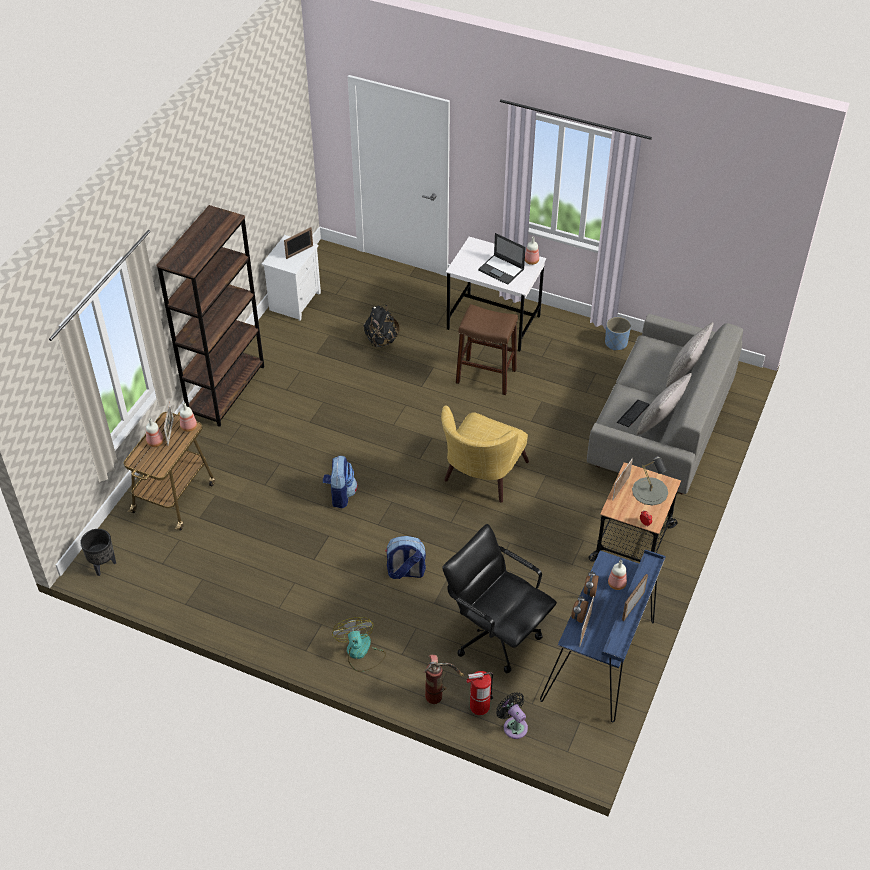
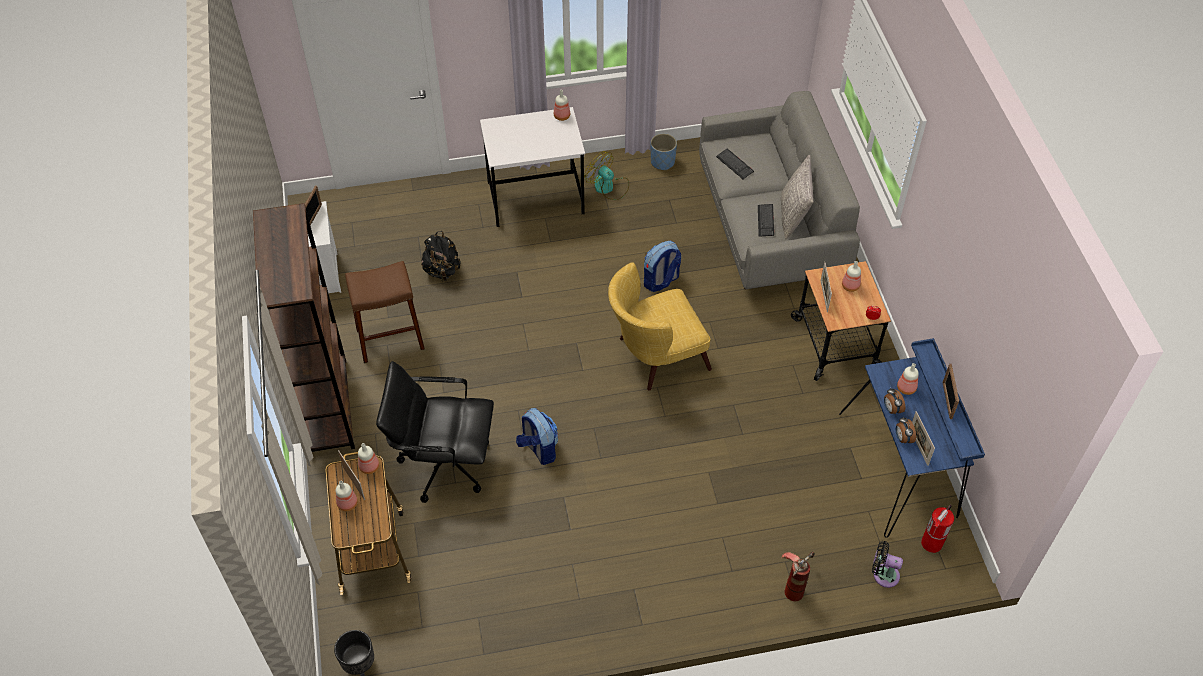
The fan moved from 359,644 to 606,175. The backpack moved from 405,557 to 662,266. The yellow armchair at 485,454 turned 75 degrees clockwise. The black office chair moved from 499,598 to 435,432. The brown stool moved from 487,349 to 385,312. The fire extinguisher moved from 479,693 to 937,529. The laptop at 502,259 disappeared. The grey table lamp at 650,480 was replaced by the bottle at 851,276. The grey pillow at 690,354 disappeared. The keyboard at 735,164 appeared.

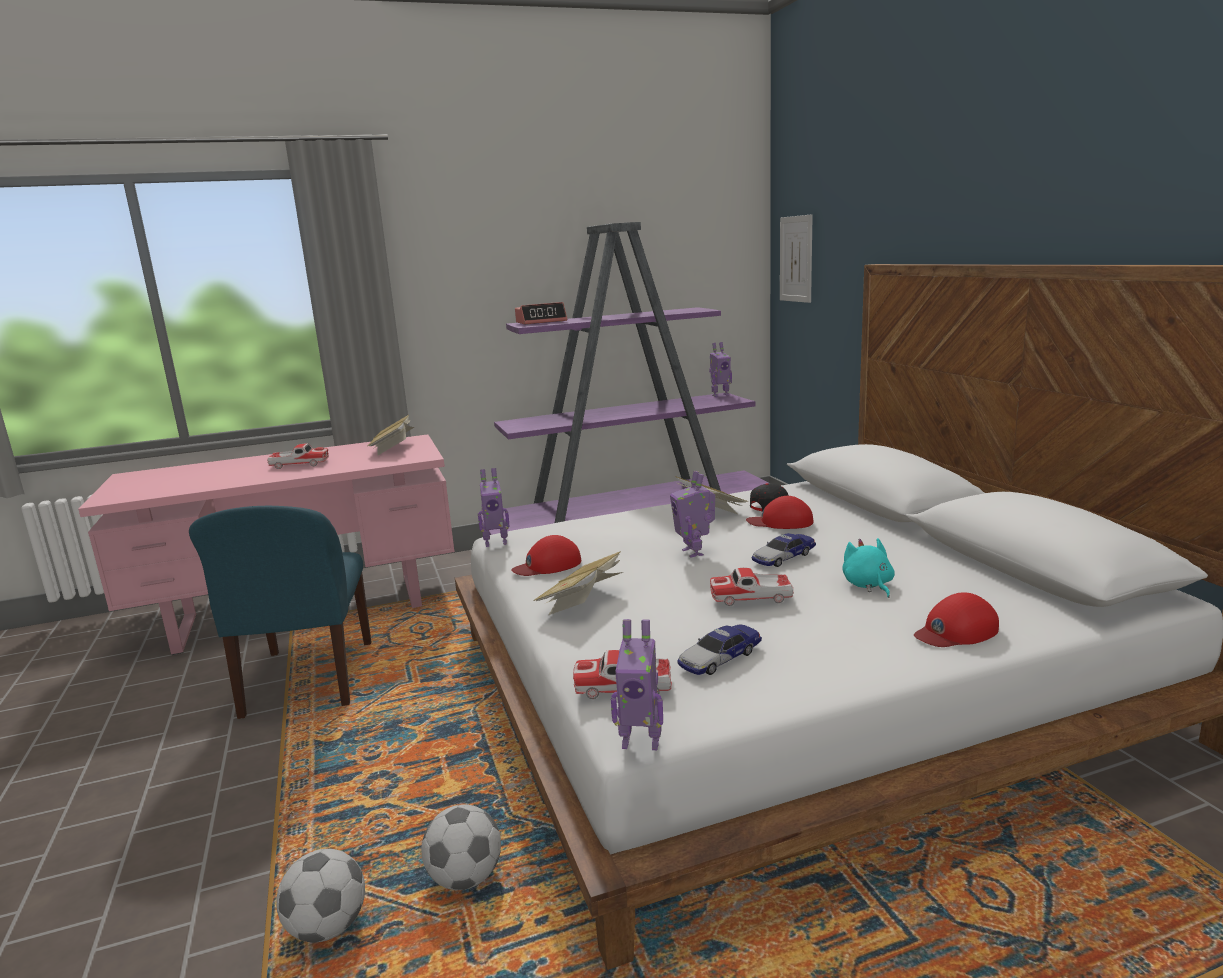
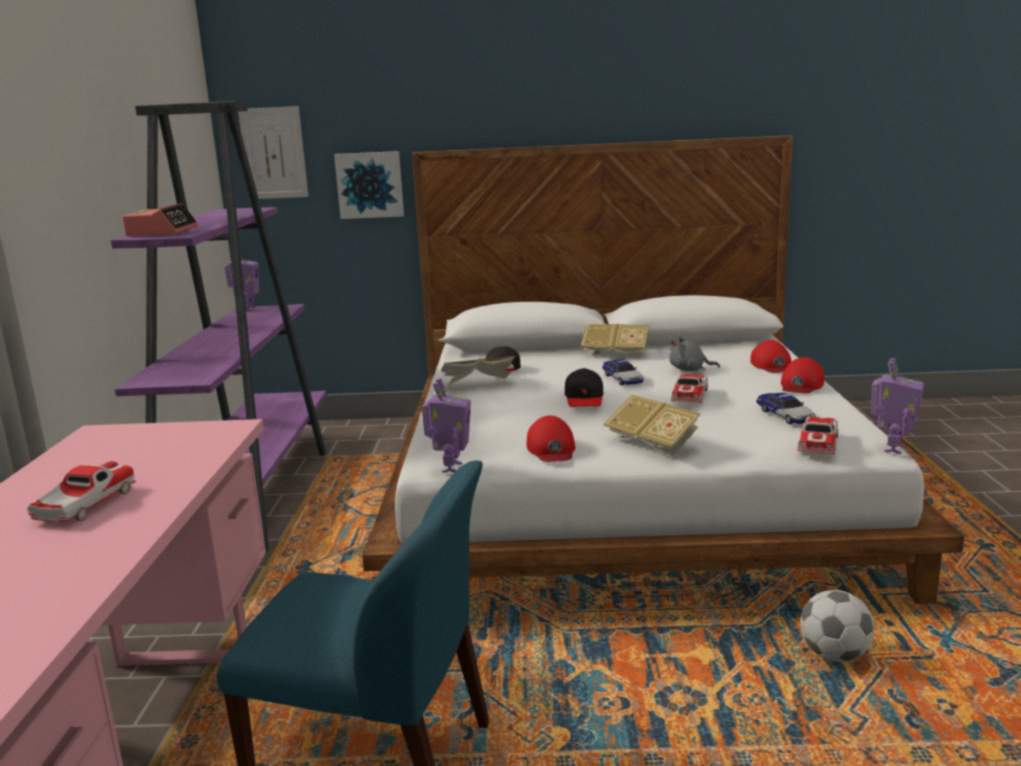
The football at 320,896 disappeared. The book moved from 391,435 to 614,341. The toy robot at 692,514 was replaced by the black cap at 584,387. The red cap moved from 779,512 to 802,375. The turquoise plush toy at 868,568 became the grey plush toy at 694,353. The picture at 369,185 appeared.

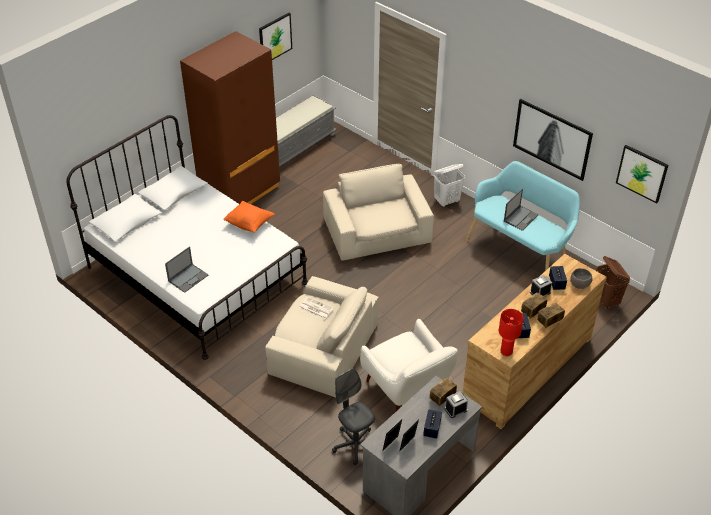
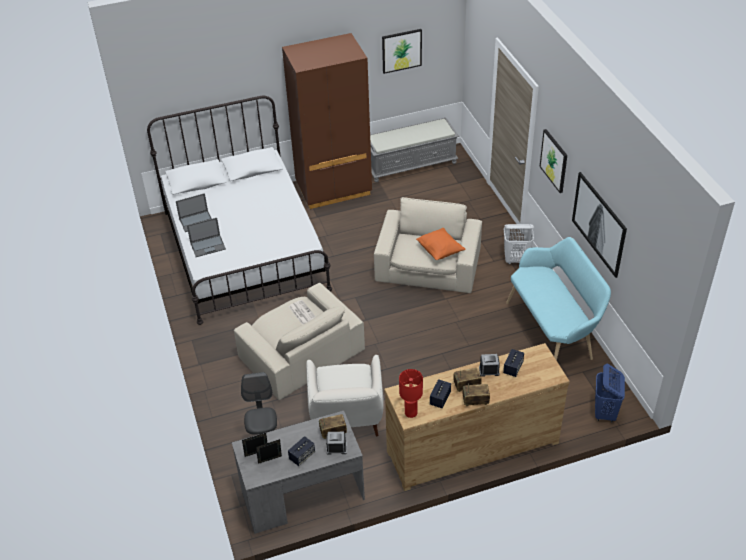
The orange pillow moved from 249,216 to 441,244. The laptop moved from 521,210 to 194,212. The grey bowl at 581,278 disappeared. The brown laundry basket at 613,282 became the blue laundry basket at 610,393. The picture moved from 642,174 to 553,161.

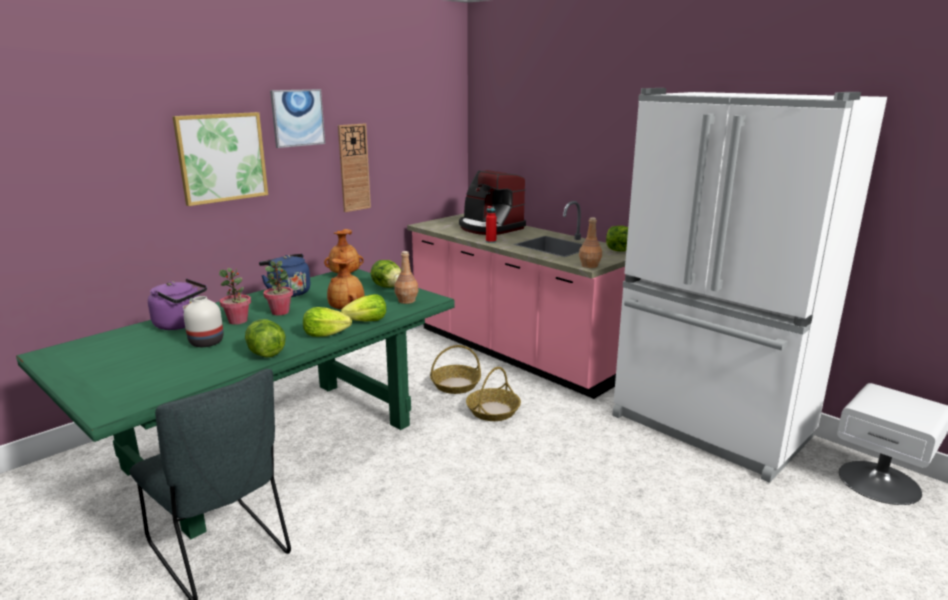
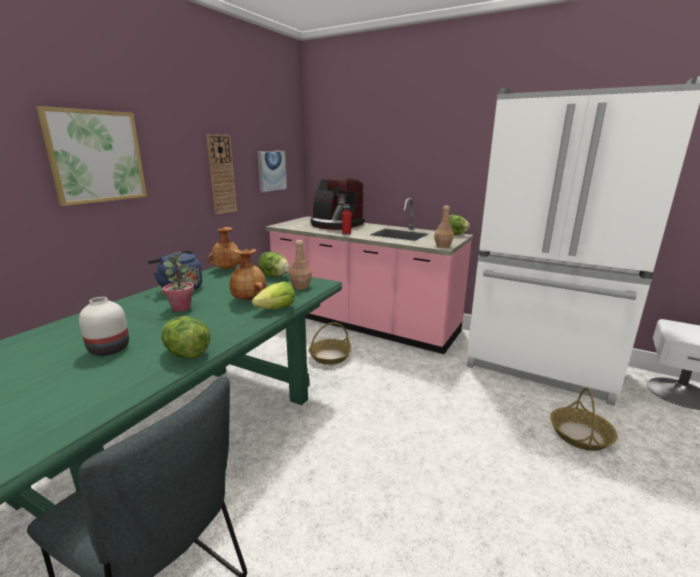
The purple kettle at 177,304 disappeared. The potted plant at 235,296 disappeared. The picture moved from 297,118 to 272,171. The lettuce at 327,322 disappeared. The basket moved from 493,394 to 584,419.

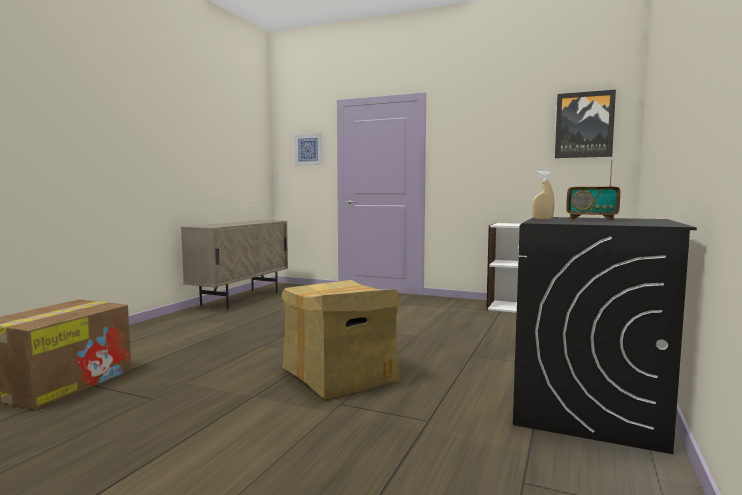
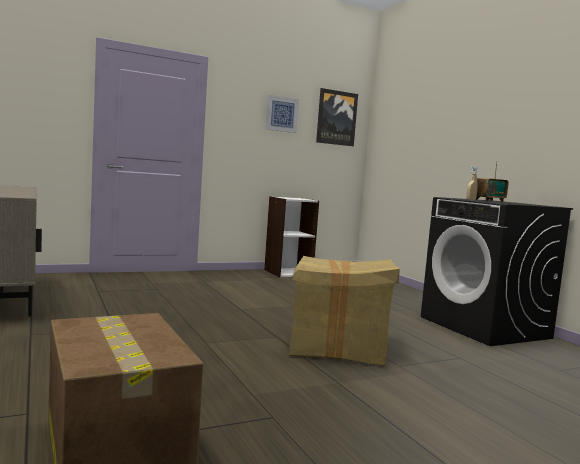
The picture moved from 308,149 to 282,114.

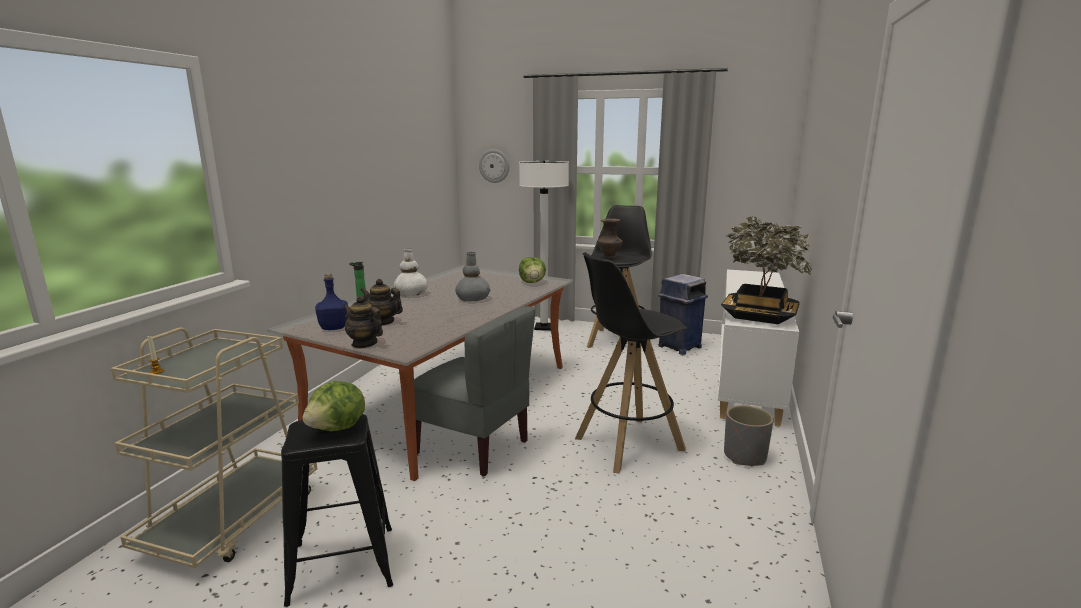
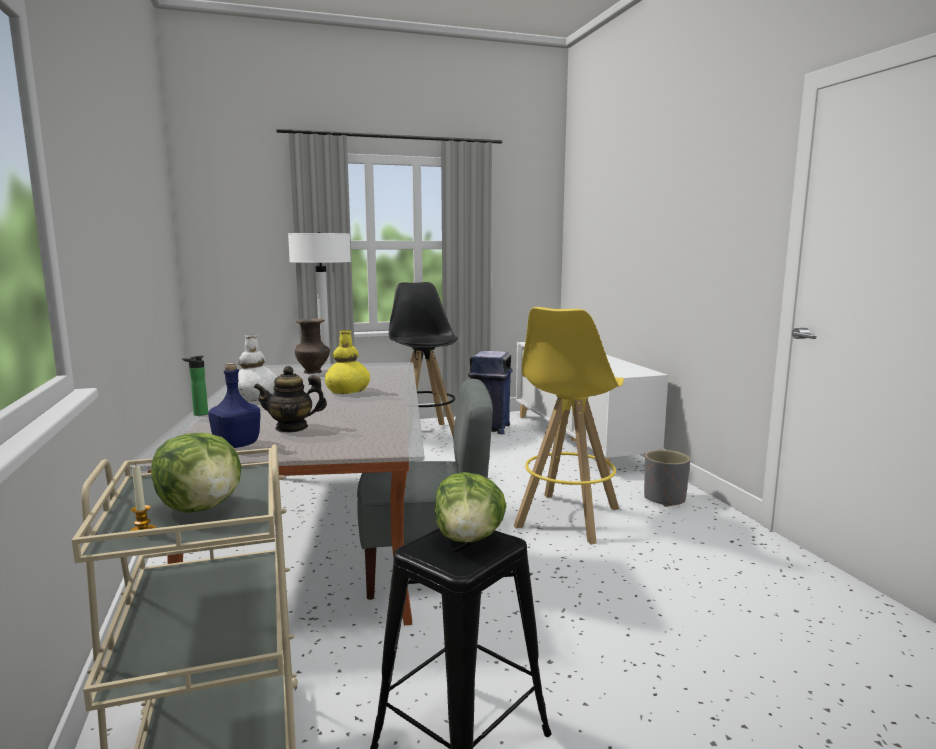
The teapot at 363,322 disappeared. The grey vase at 472,276 became the yellow vase at 347,362. The wall clock at 494,166 disappeared. The lettuce moved from 532,270 to 196,473. The black stool at 631,362 became the yellow stool at 569,426. The brown vase moved from 610,238 to 312,346. The potted plant at 766,270 disappeared.

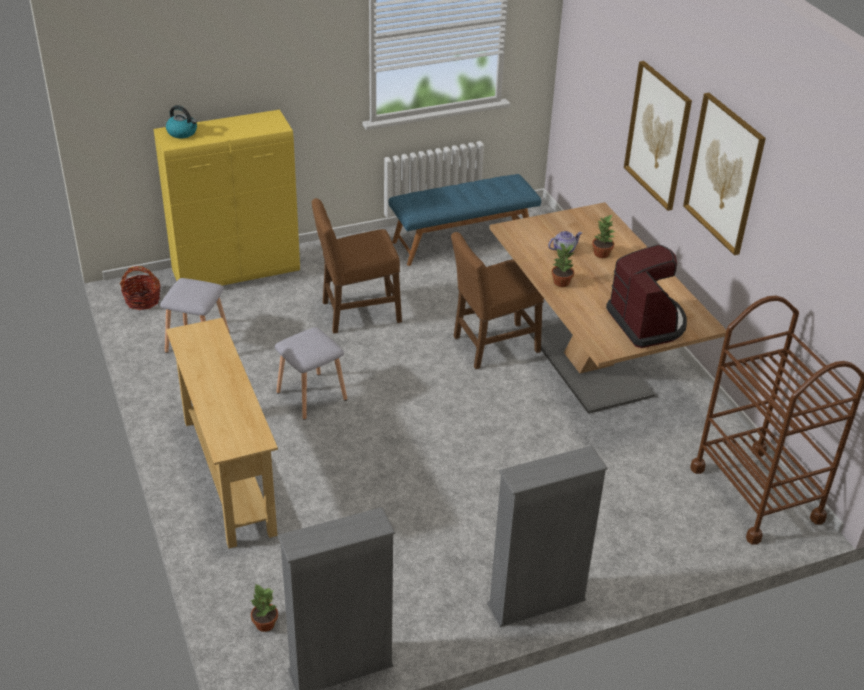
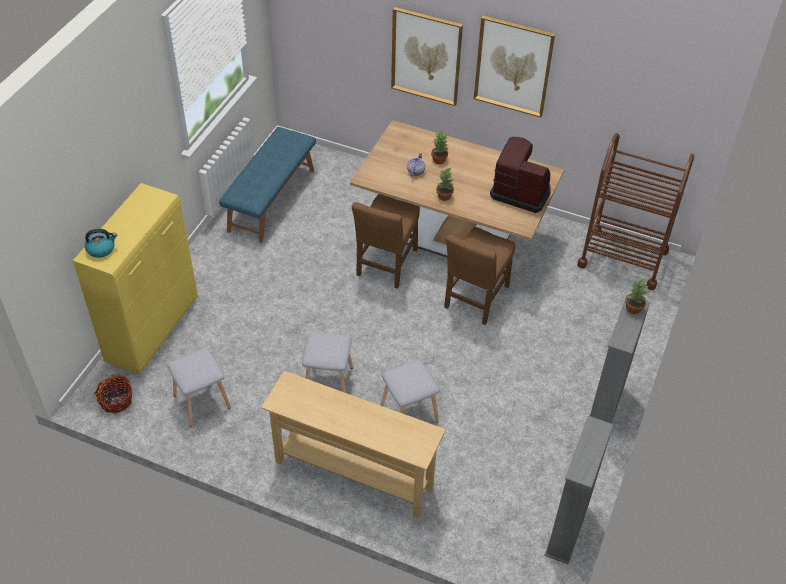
The potted plant moved from 264,608 to 636,296. The brown chair moved from 357,266 to 480,276. The grey stool at 410,391 appeared.

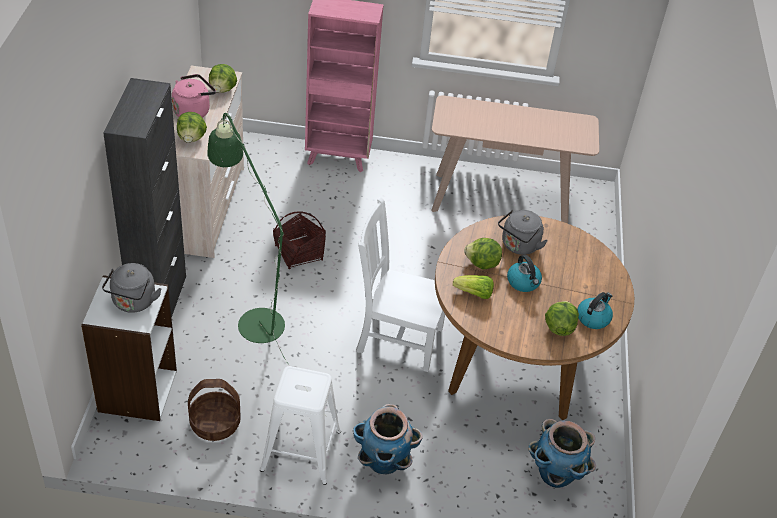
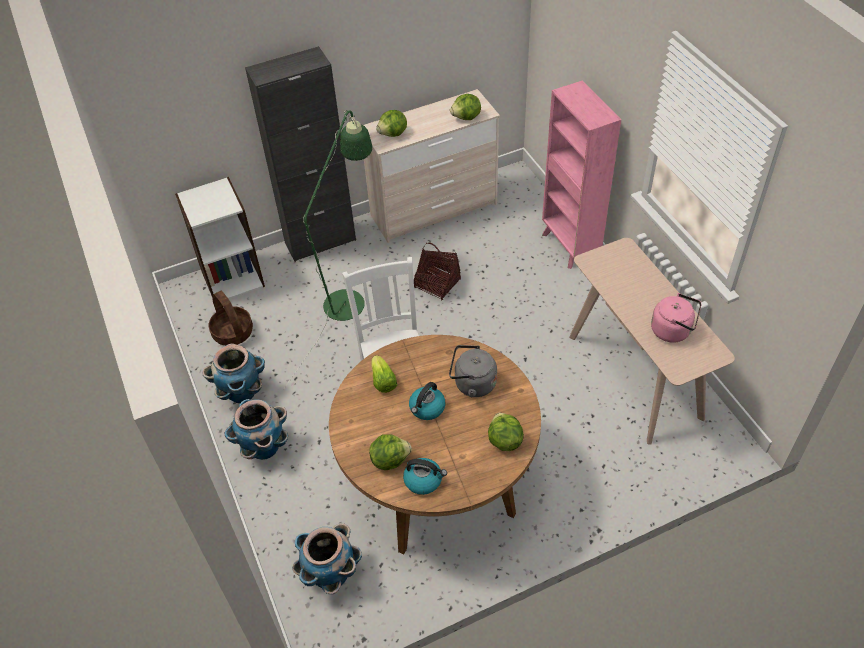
The grey kettle at 131,288 disappeared. The pink kettle moved from 194,96 to 676,318. The white stool at 300,425 was replaced by the planter at 233,373. The lettuce moved from 483,253 to 506,432.

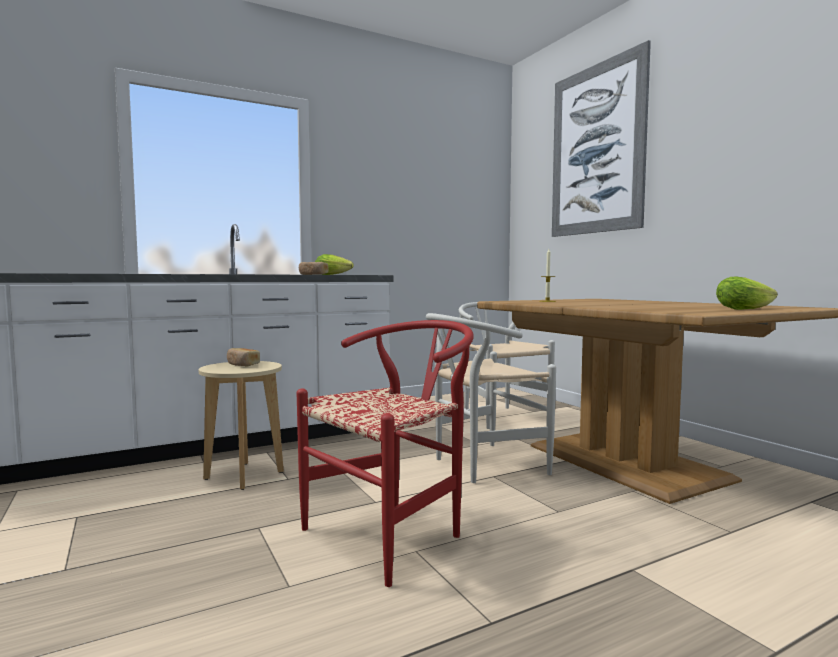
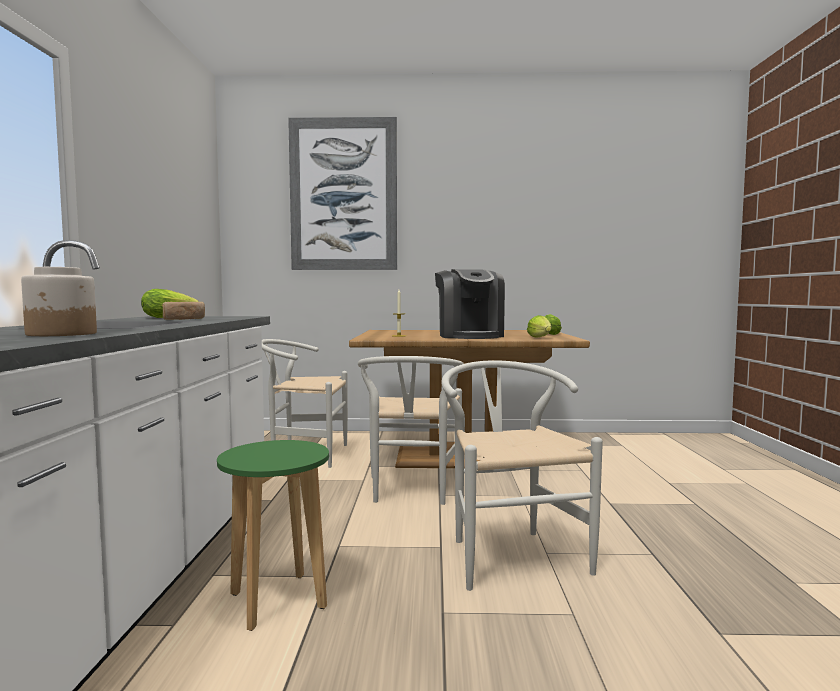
The beige stool at 241,425 became the green stool at 273,535. The bread at 243,357 disappeared. The red chair at 385,453 became the white chair at 522,475. The jar at 59,301 appeared. The coffee machine at 470,304 appeared. The lettuce at 539,326 appeared.

